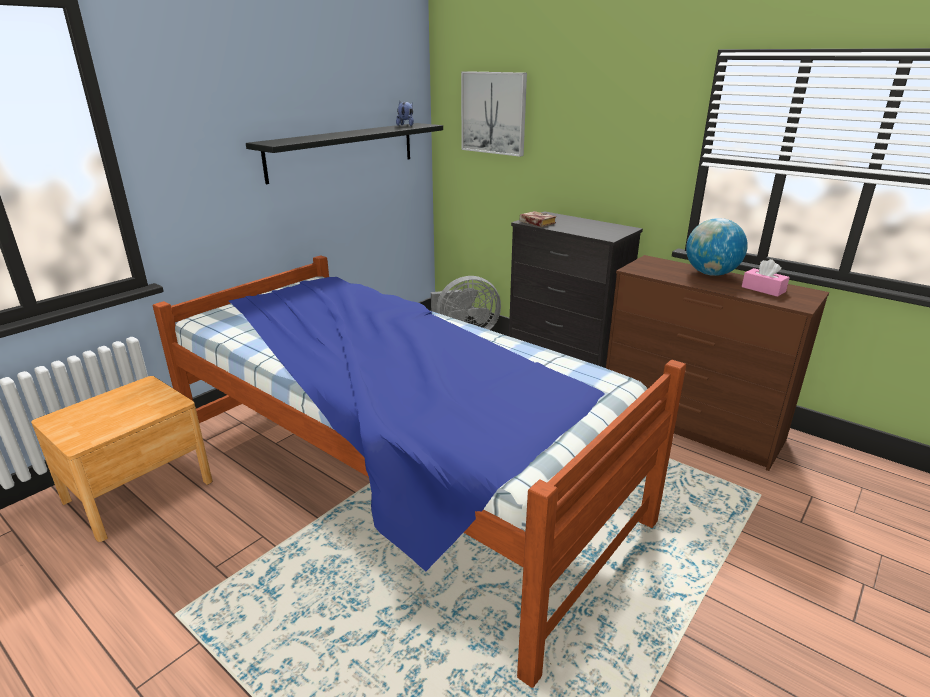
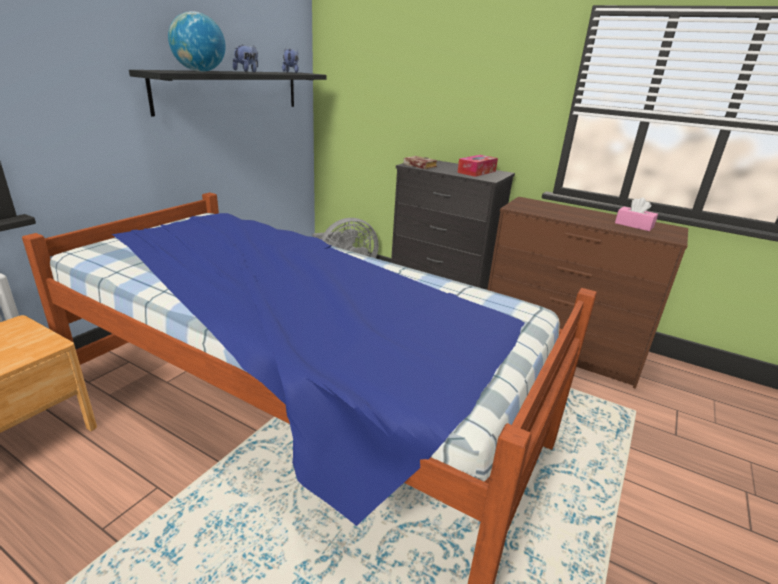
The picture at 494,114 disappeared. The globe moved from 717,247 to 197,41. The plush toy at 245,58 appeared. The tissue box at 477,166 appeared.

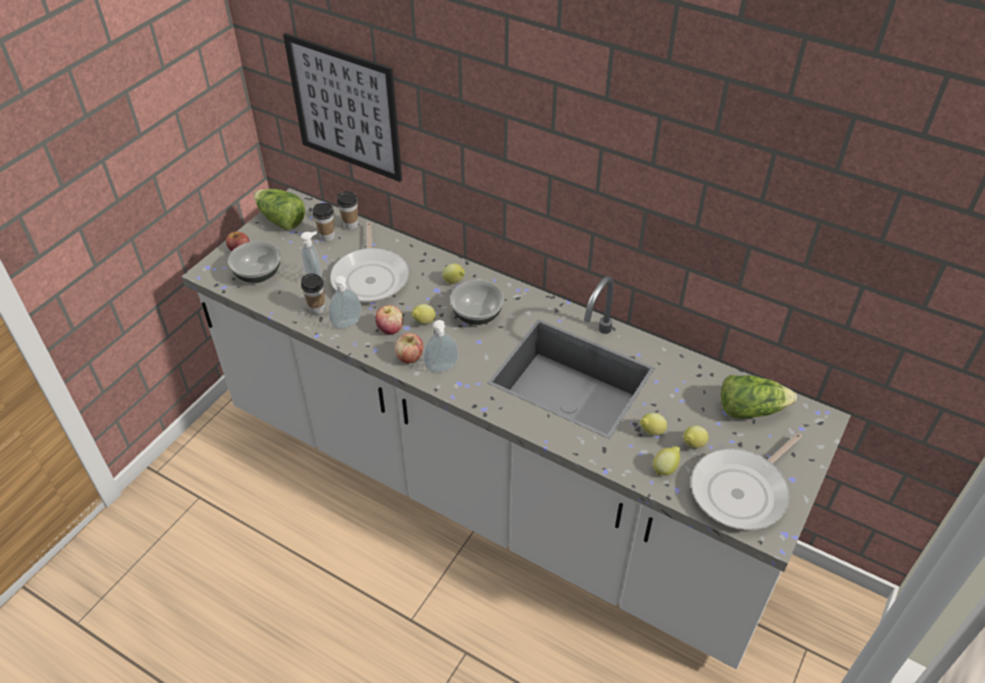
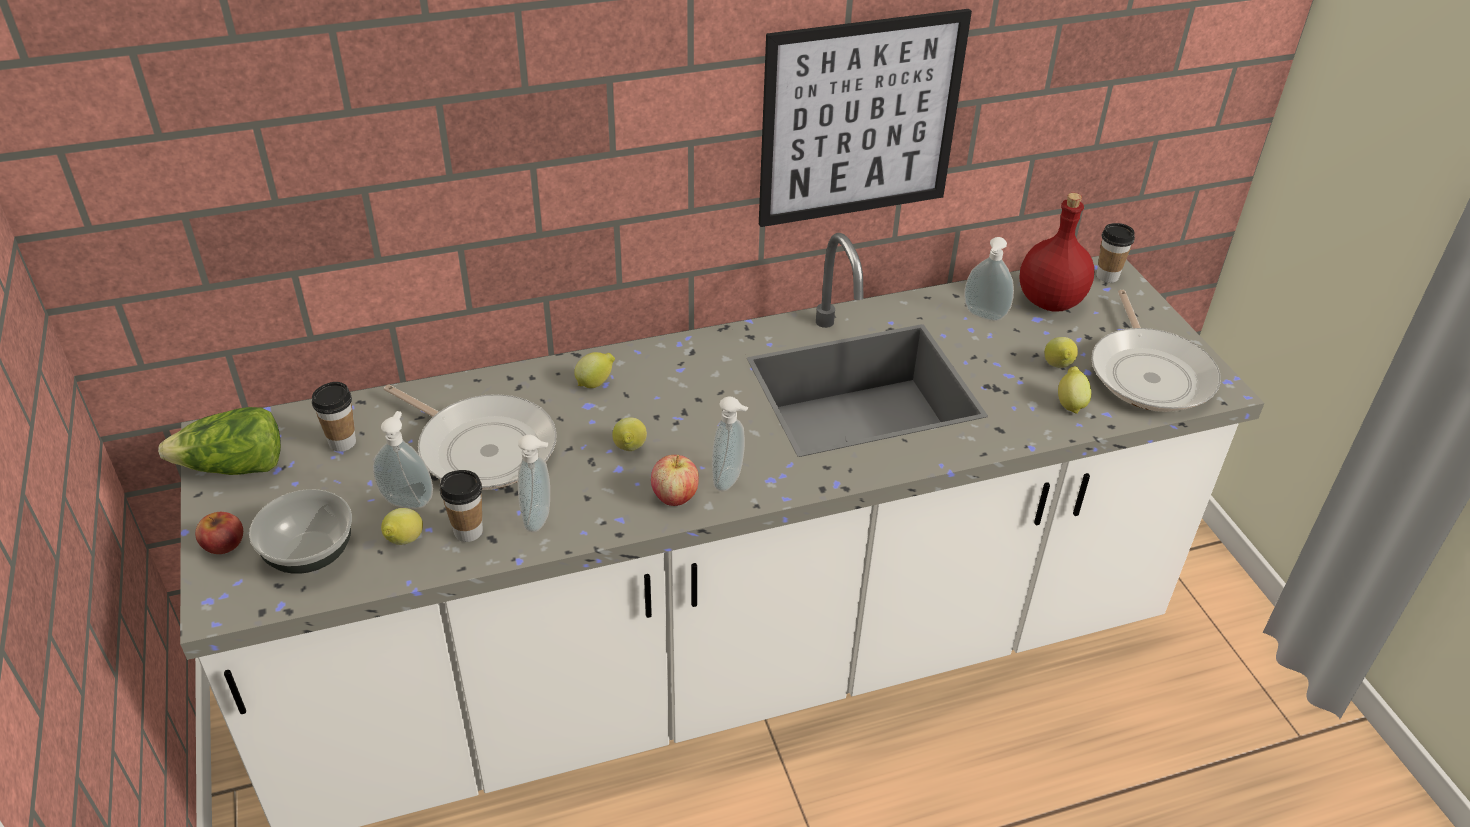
The picture moved from 342,107 to 865,118. The cup moved from 347,210 to 1115,253. The apple at 389,319 disappeared. The bowl at 477,302 disappeared. The lemon moved from 653,424 to 402,526. The lettuce at 759,397 was replaced by the red bottle at 1056,252. The soap dispenser at 989,279 appeared.

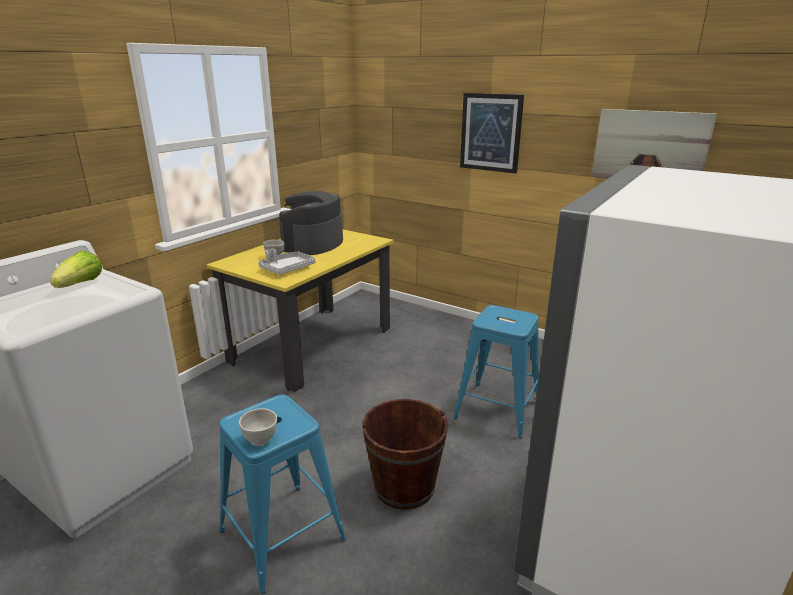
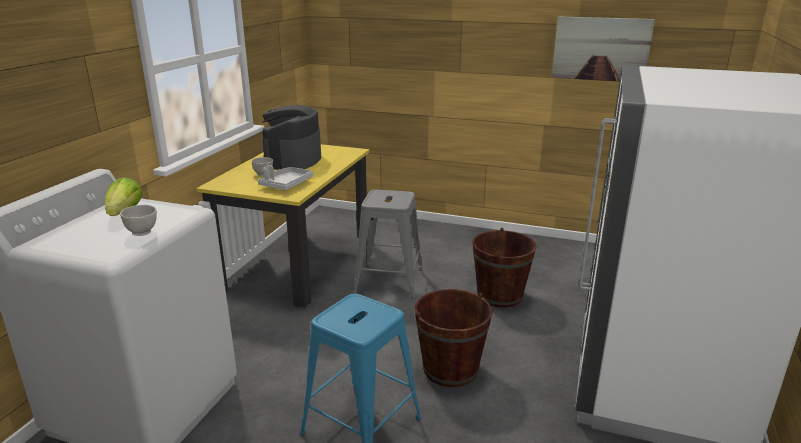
The white bowl moved from 258,427 to 138,220. The blue stool at 496,372 was replaced by the brown bucket at 504,268. The picture at 492,133 disappeared. The grey stool at 388,244 appeared.

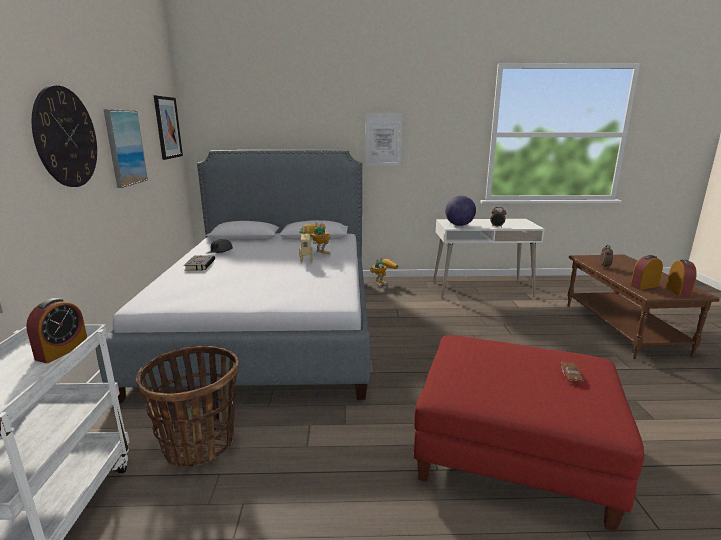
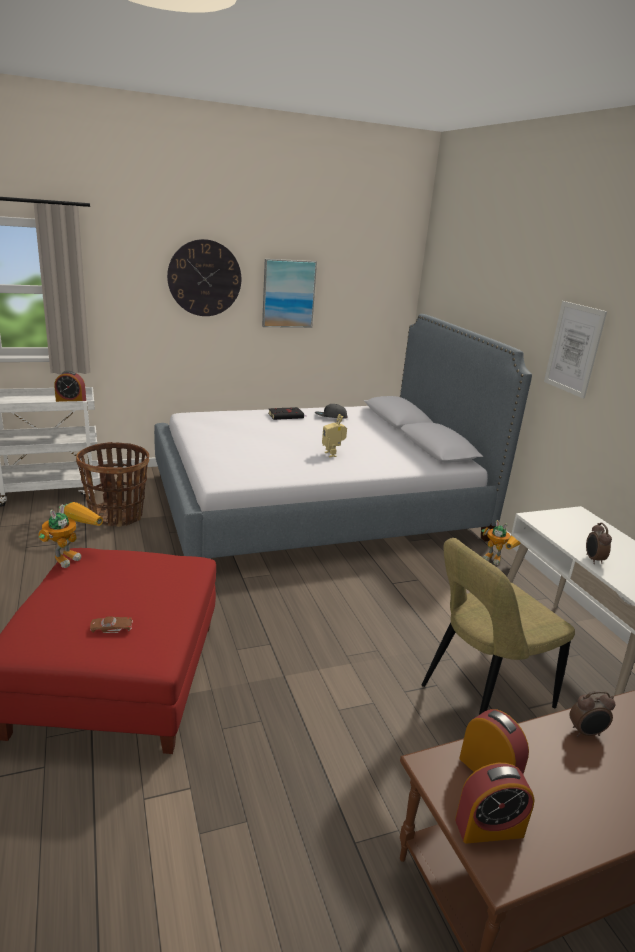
The picture at 168,127 disappeared. The toy robot moved from 315,238 to 70,535. The globe at 460,211 disappeared. The beige chair at 498,626 appeared.

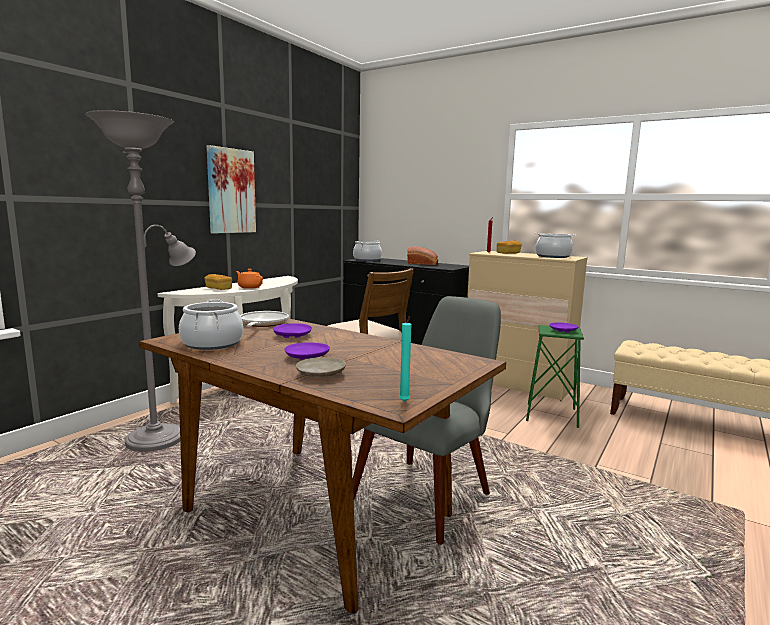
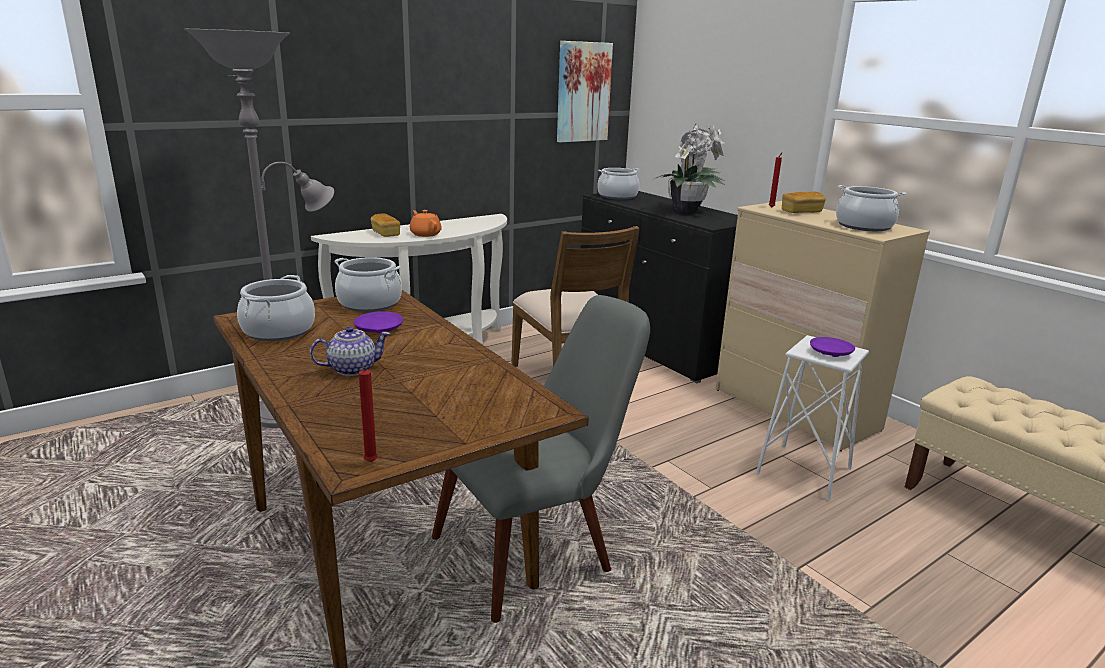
The picture moved from 231,189 to 585,91. The frying pan at 264,319 was replaced by the cooking pot at 368,284. The purple plate at 307,351 was replaced by the teapot at 350,351. The beige plate at 321,367 disappeared. The turquoise candle at 405,359 became the red candle at 368,414. The bread at 422,255 was replaced by the potted plant at 689,169. The green stool at 555,376 became the white stool at 812,417.

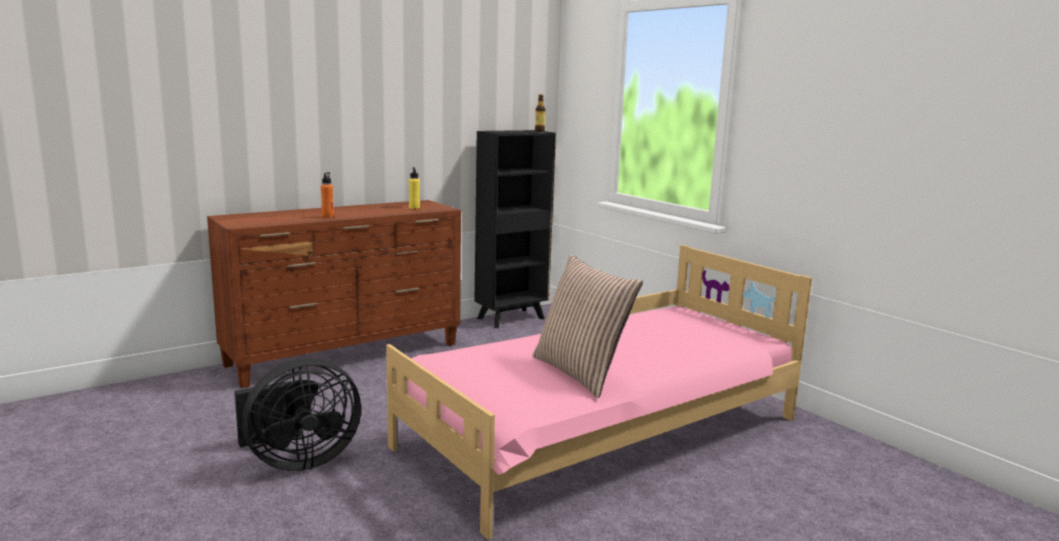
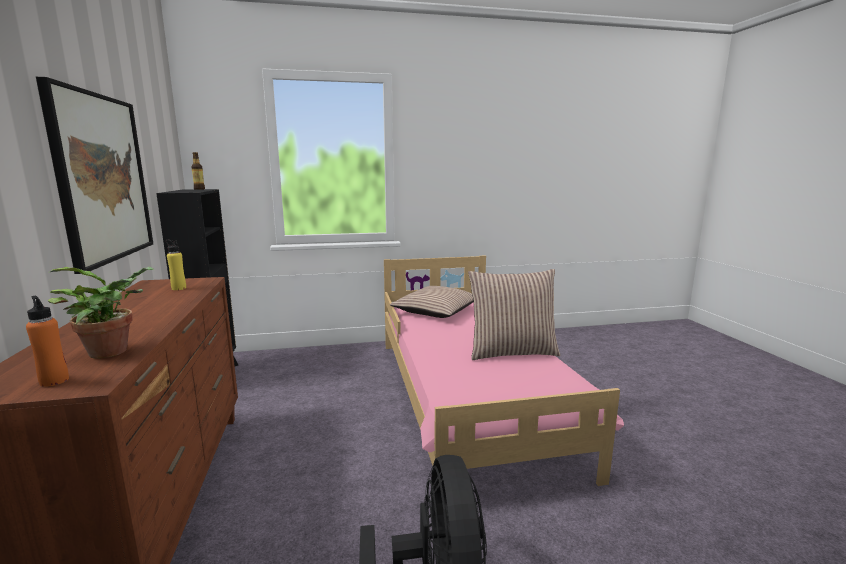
The orange bottle moved from 327,195 to 47,341. The picture at 94,175 appeared. The potted plant at 101,312 appeared. The pillow at 432,302 appeared.

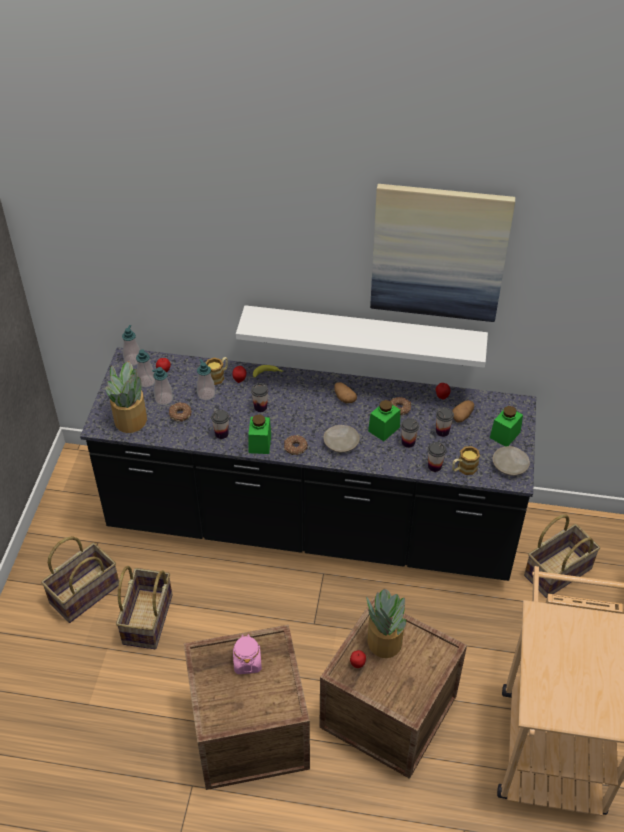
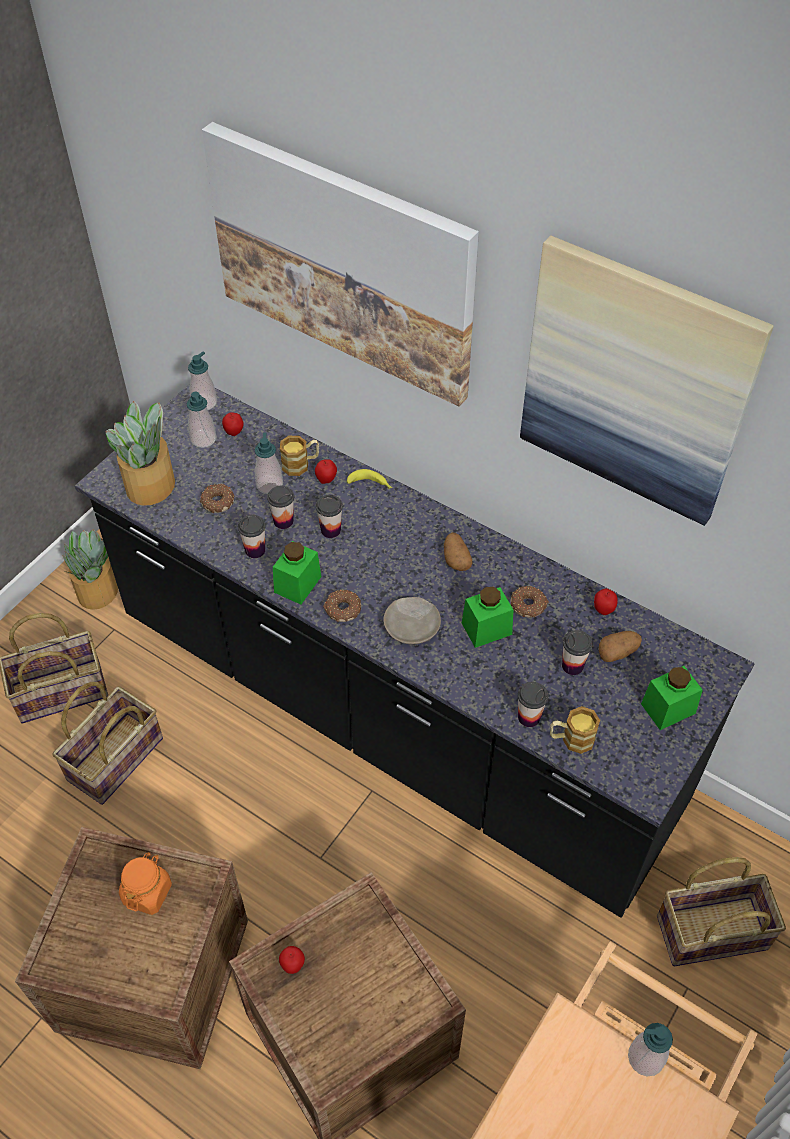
The soap dispenser moved from 162,386 to 650,1049. The pink jar at 247,654 became the orange jar at 145,883. The white shelf at 362,336 disappeared. The potted plant moved from 386,623 to 90,570. The cup moved from 410,433 to 280,507. The beige plate at 511,461 disappeared. The picture at 340,264 appeared.

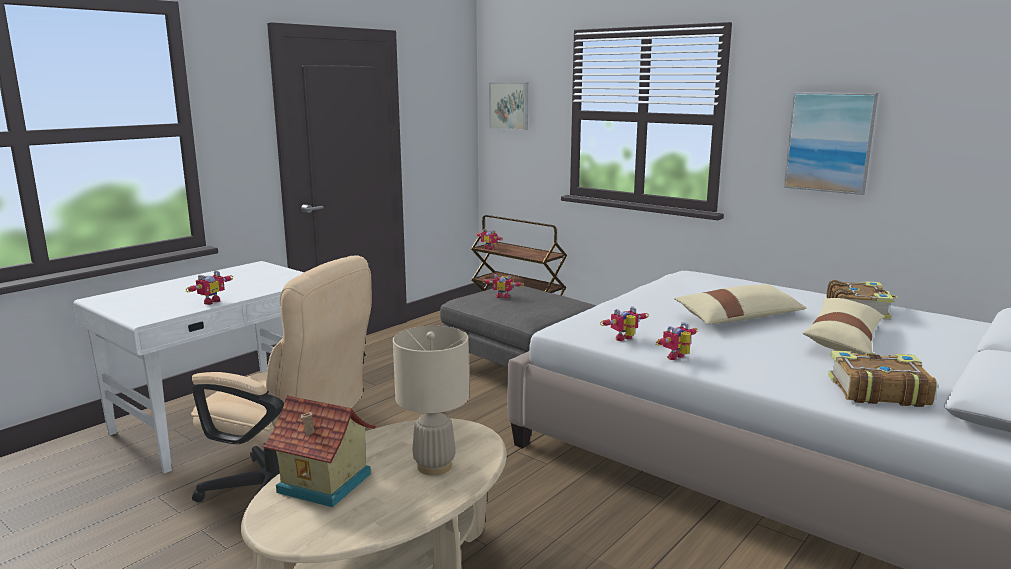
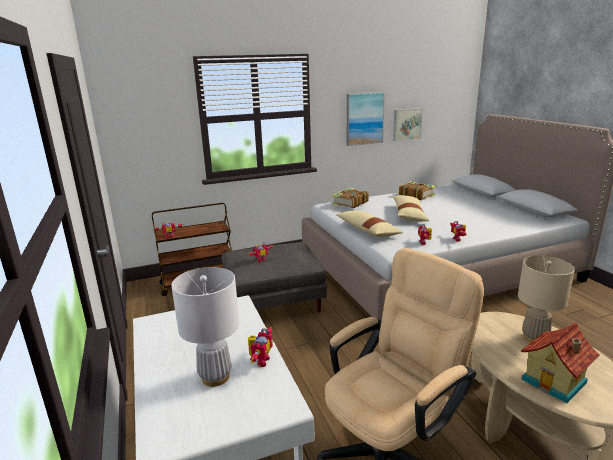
The toy robot at 209,287 turned 45 degrees clockwise. The picture moved from 508,106 to 408,124. The beige pillow moved from 843,326 to 369,224. The book moved from 882,378 to 350,198. The white table lamp at 205,327 appeared.

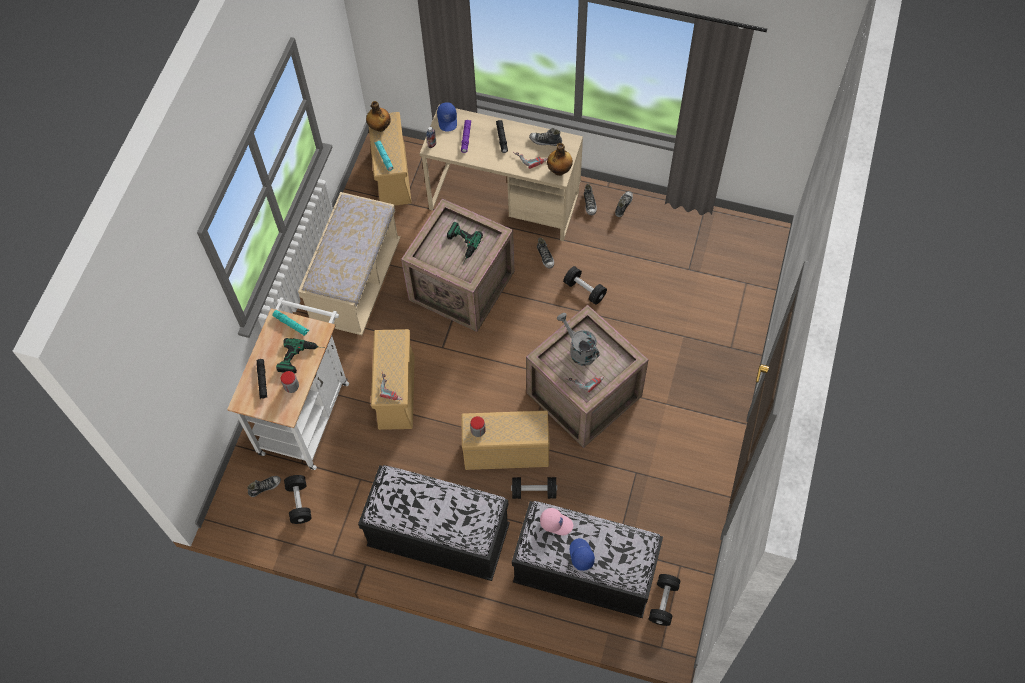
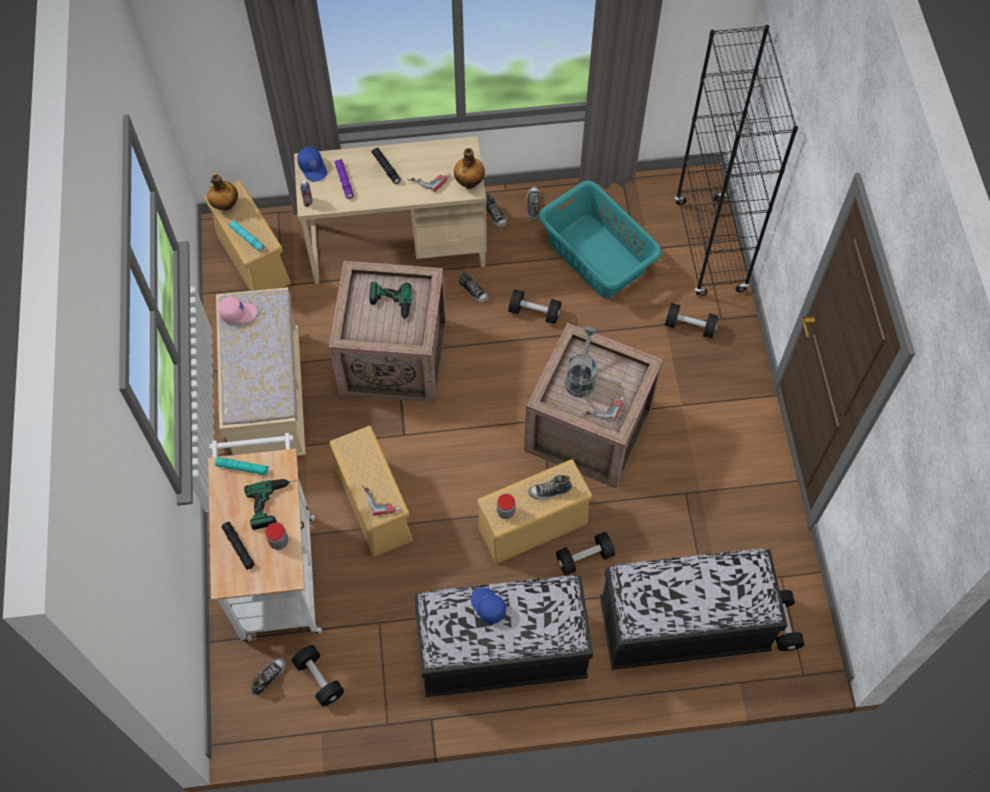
The shoe moved from 545,137 to 550,487. The pink cap moved from 556,521 to 237,310. The grey watering can at 578,339 turned 75 degrees clockwise. The blue cap moved from 582,554 to 488,605. The turquoise laundry basket at 600,239 appeared. The black dumbbell at 691,320 appeared. The black bookcase at 736,160 appeared.

